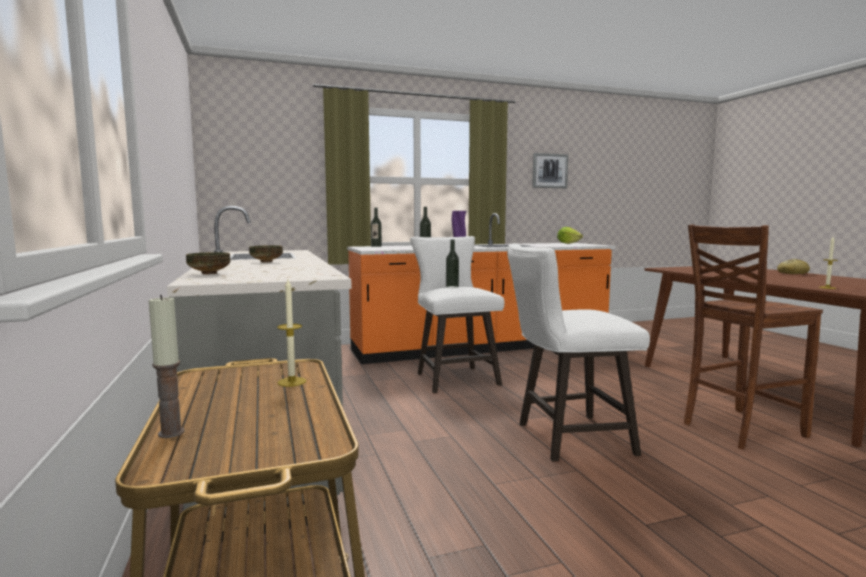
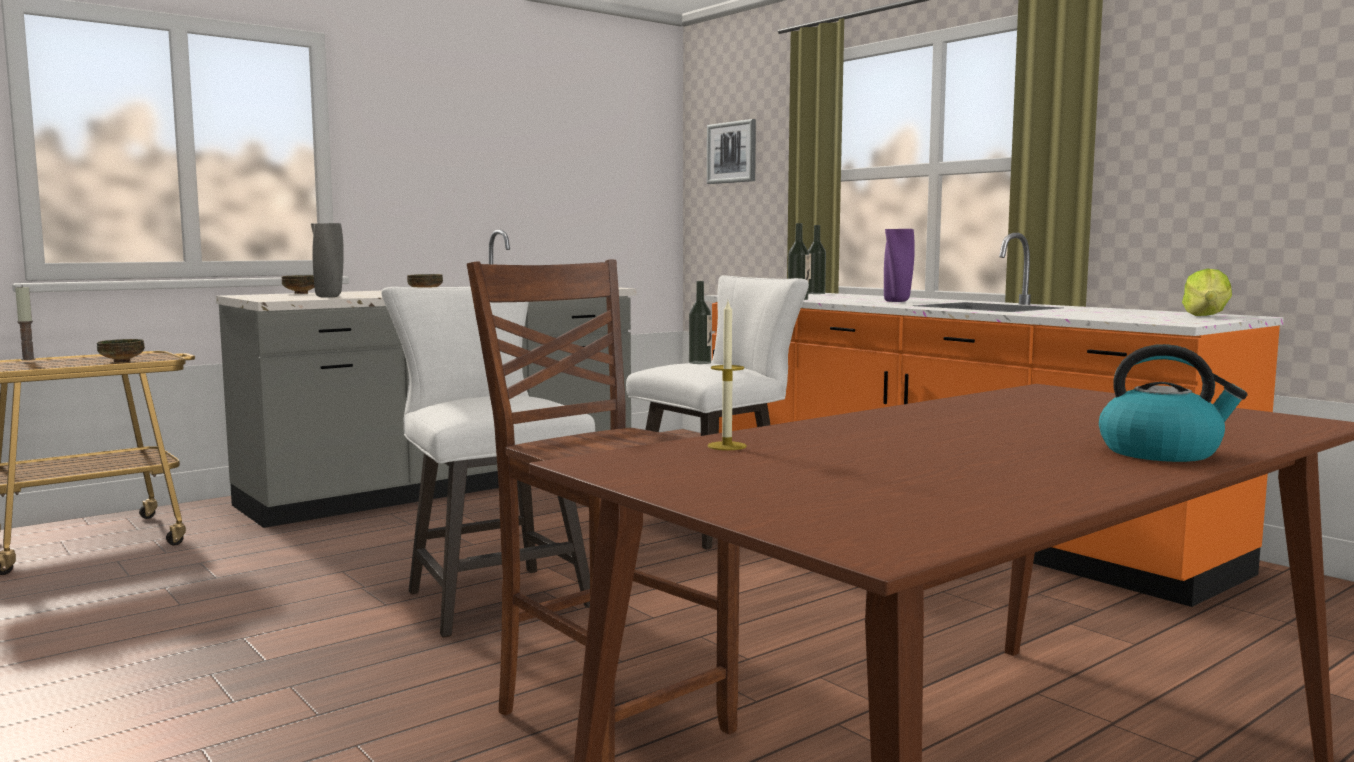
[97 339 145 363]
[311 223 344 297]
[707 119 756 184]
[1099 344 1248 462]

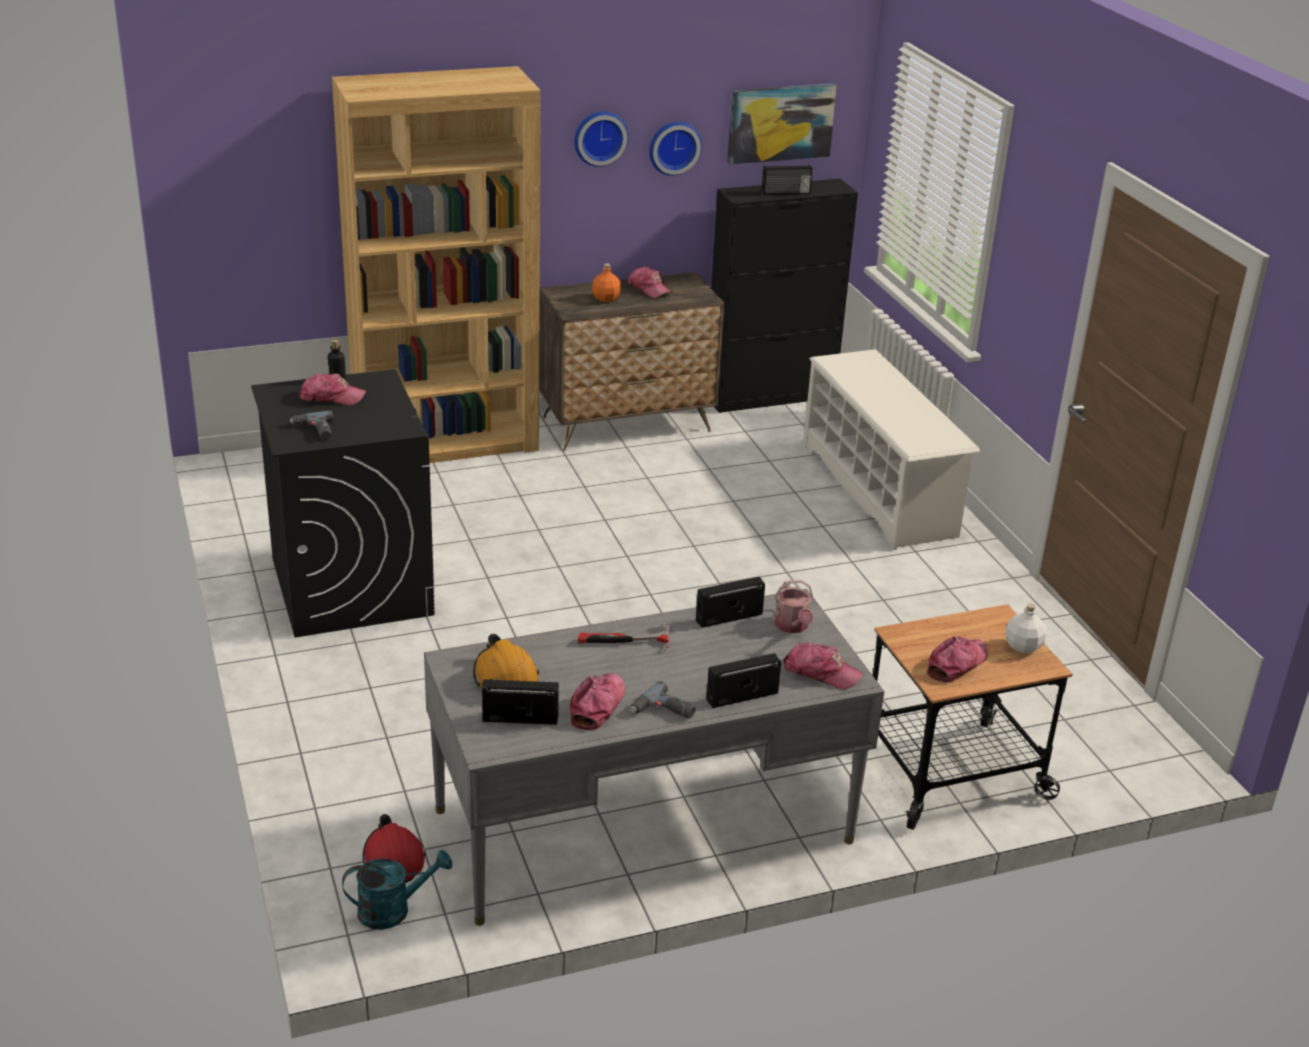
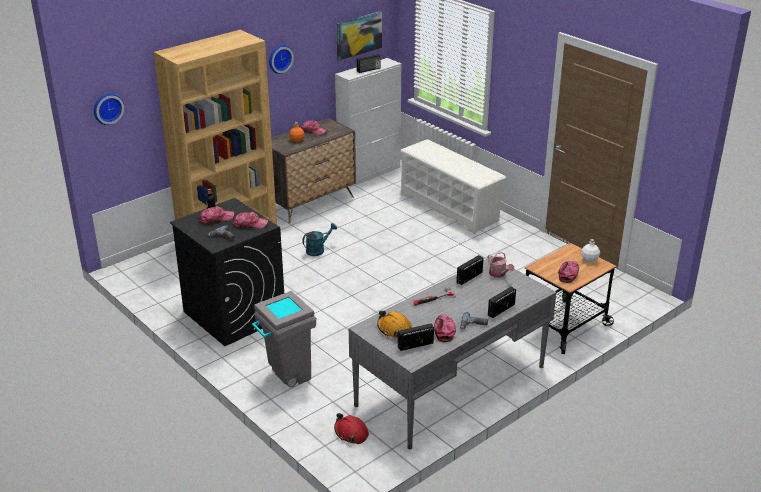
[94 93 124 125]
[233 212 268 229]
[252 291 316 387]
[302 223 337 256]
[335 58 401 187]

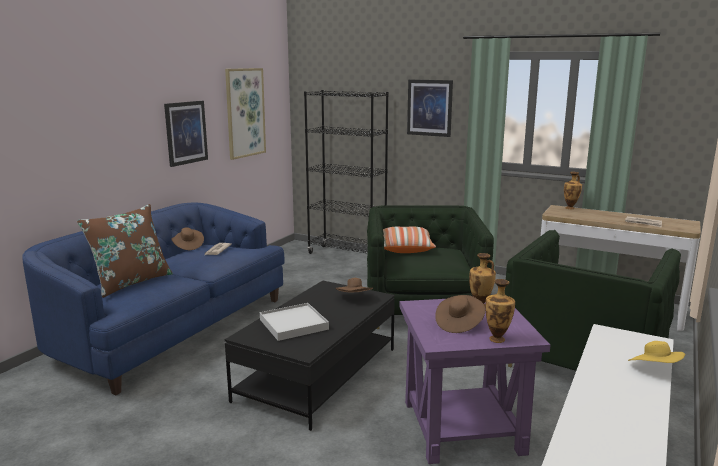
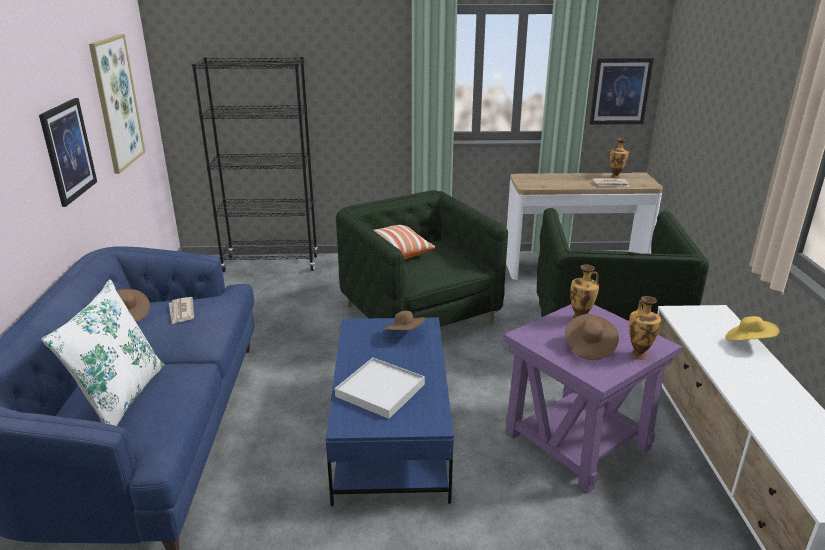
[41 280 165 426]
[326 317 454 506]
[589 58 654 124]
[610 138 629 178]

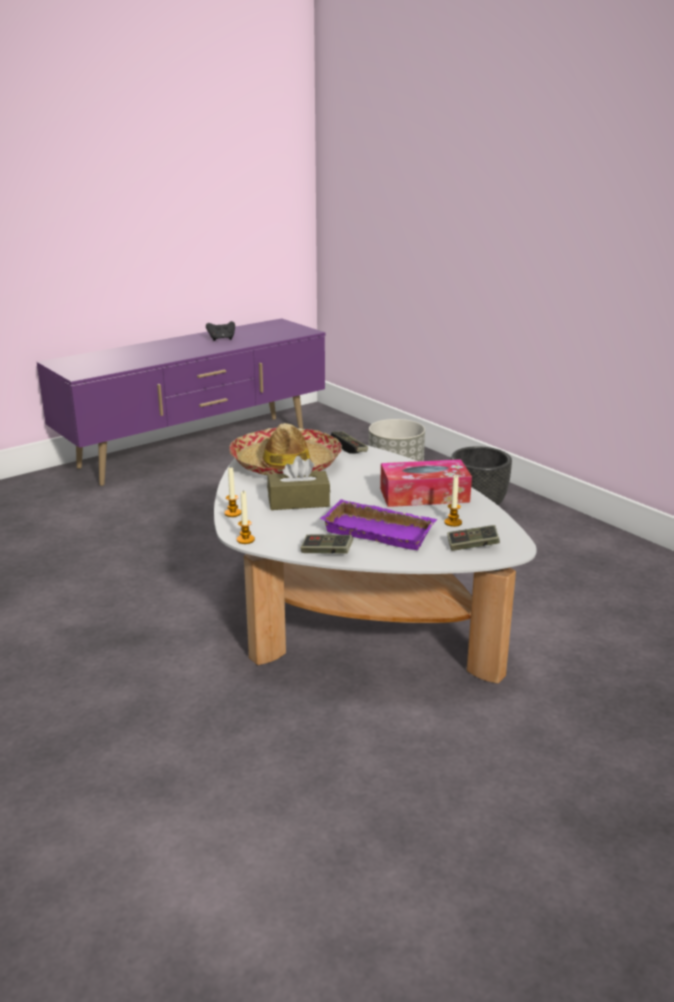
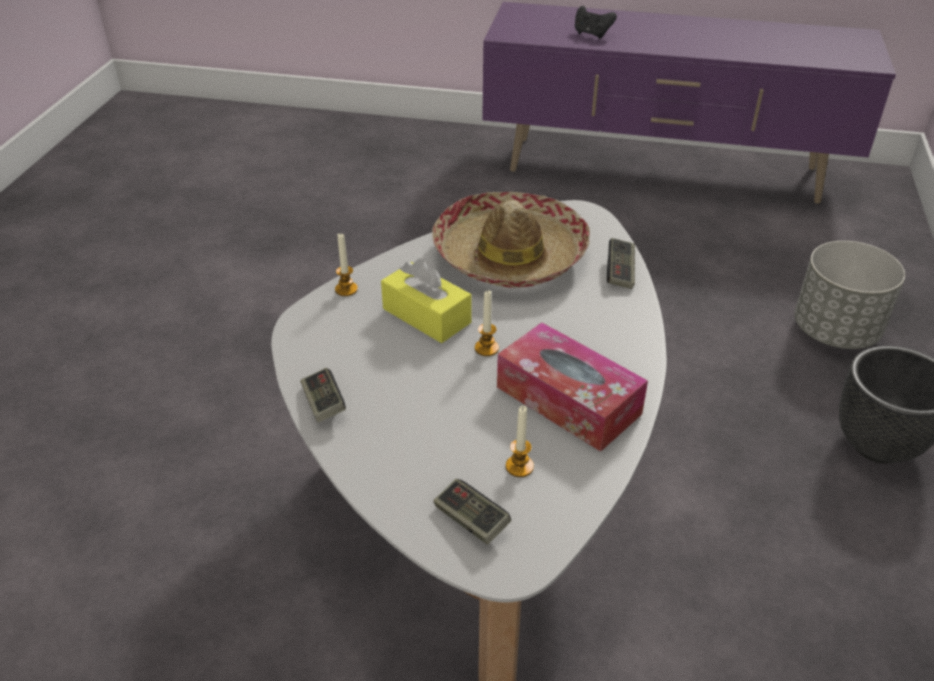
[381 258 471 343]
[475 290 499 356]
[575 6 617 39]
[320 499 438 550] (first image)

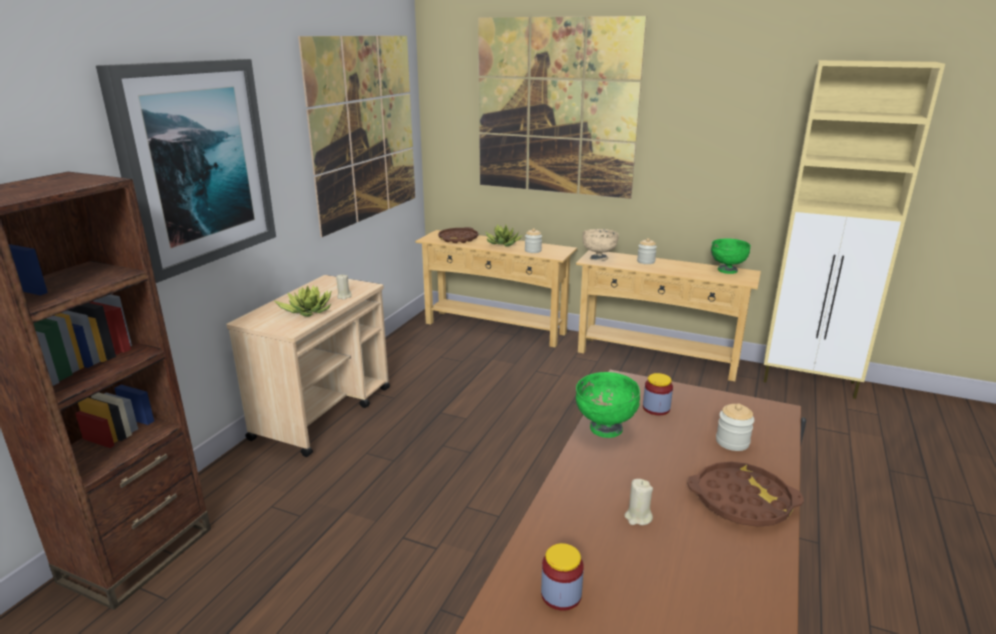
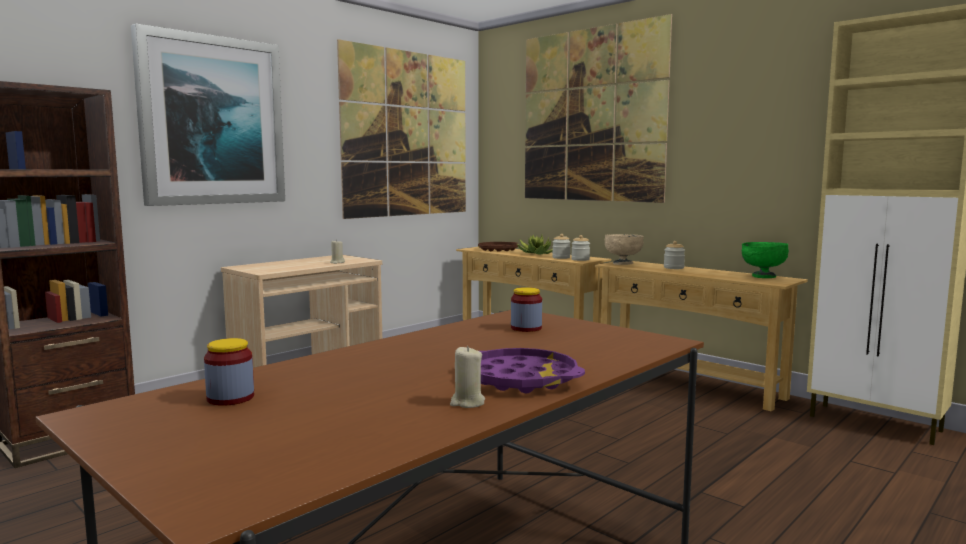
[450 346 485 408]
[480 348 585 394]
[571 235 590 261]
[273 285 332 317] (first image)
[576 372 640 438] (first image)

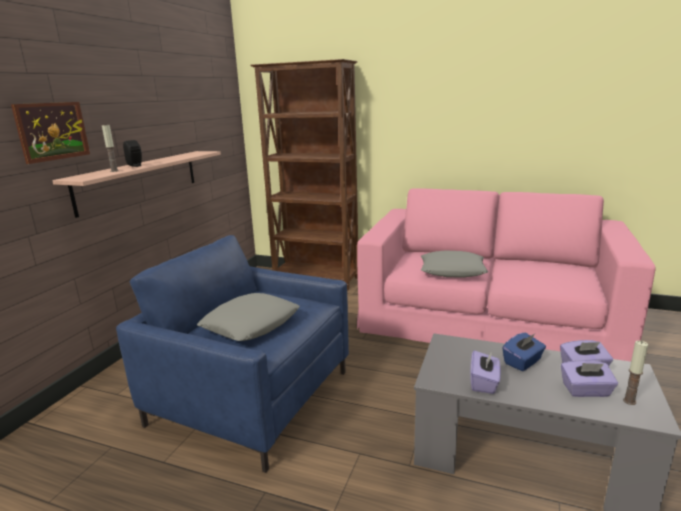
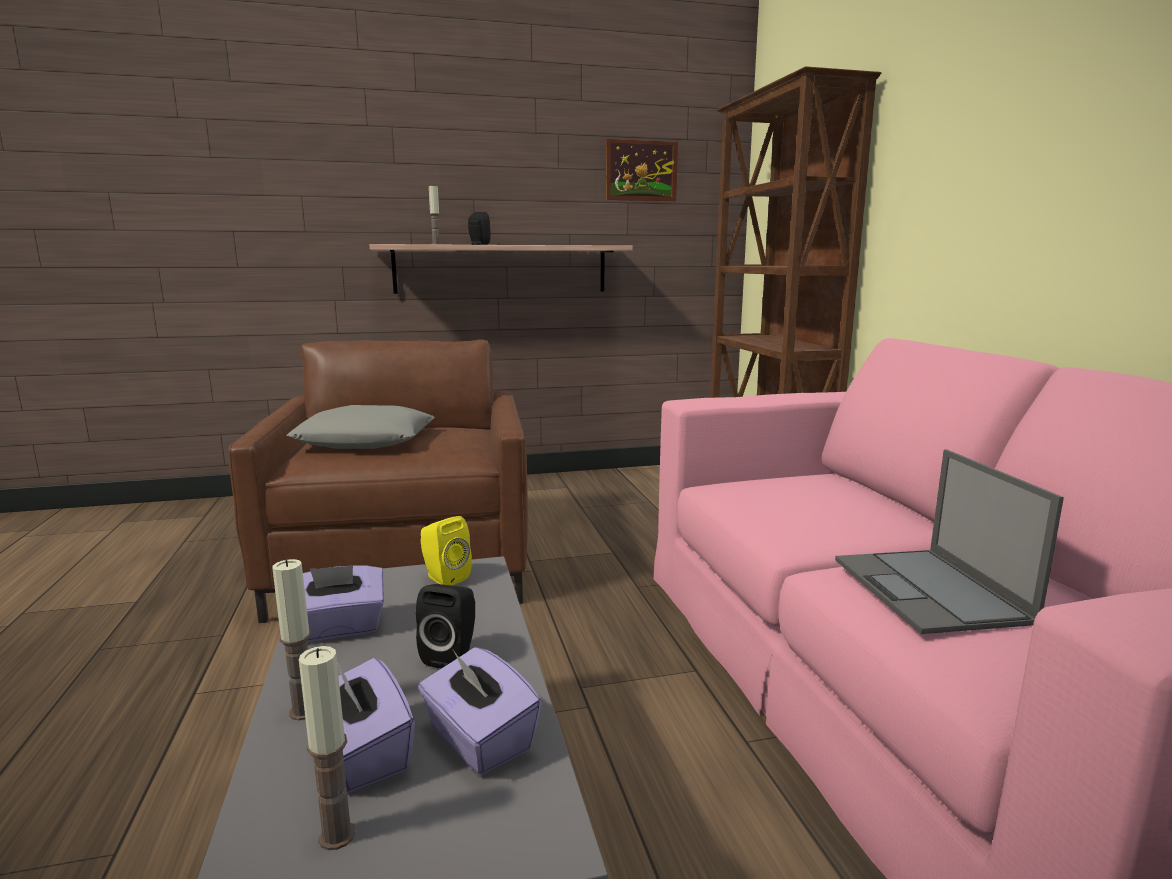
[228 339 528 623]
[272 559 311 720]
[416 584 475 668]
[421 516 472 586]
[606 139 678 201]
[835 449 1064 634]
[421 250 489 278] (first image)

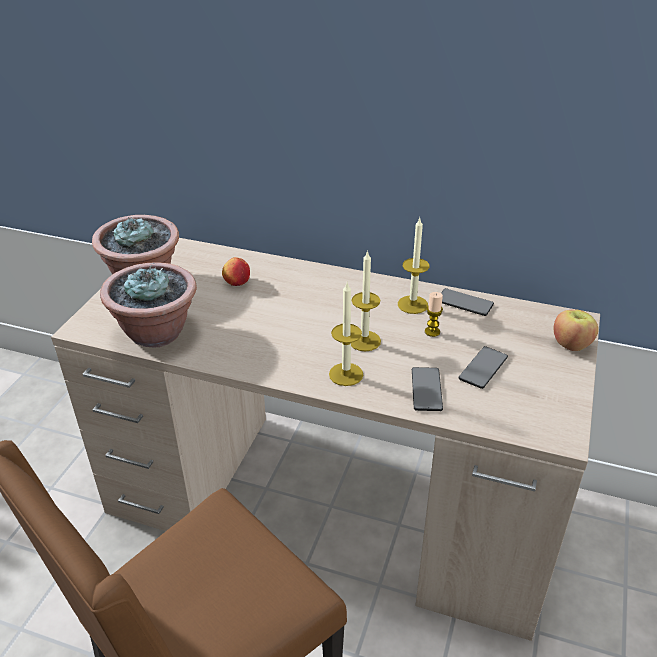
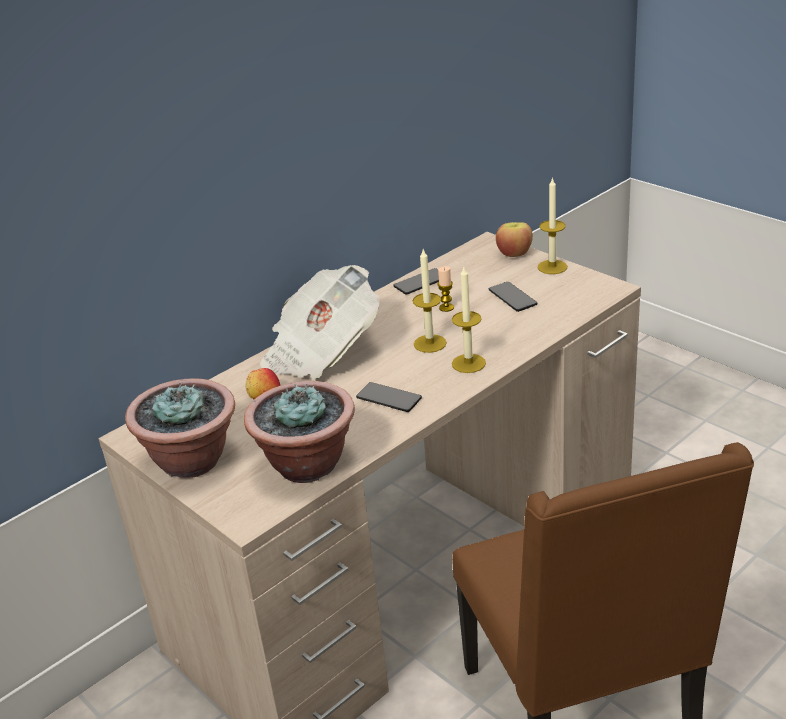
[260 265 379 379]
[356 382 422 412]
[538 177 567 274]

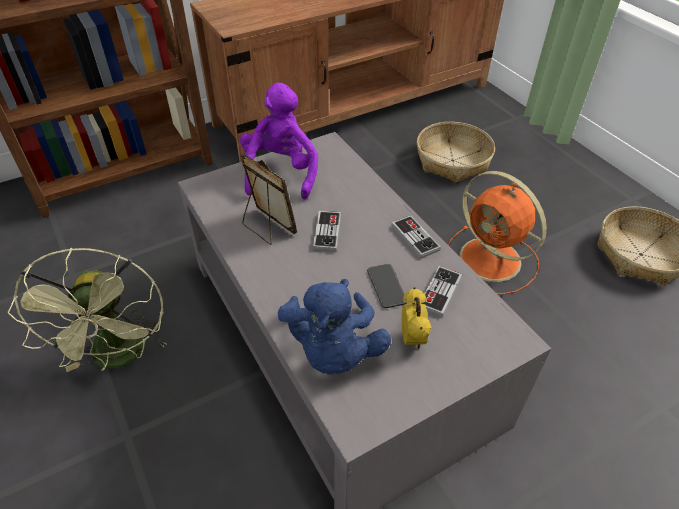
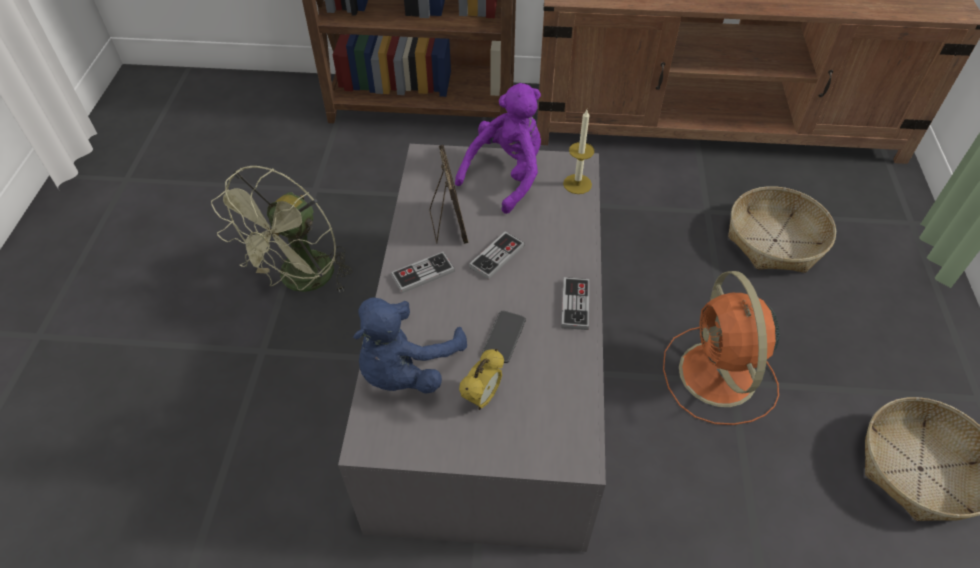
[391 252 455 293]
[563 110 594 194]

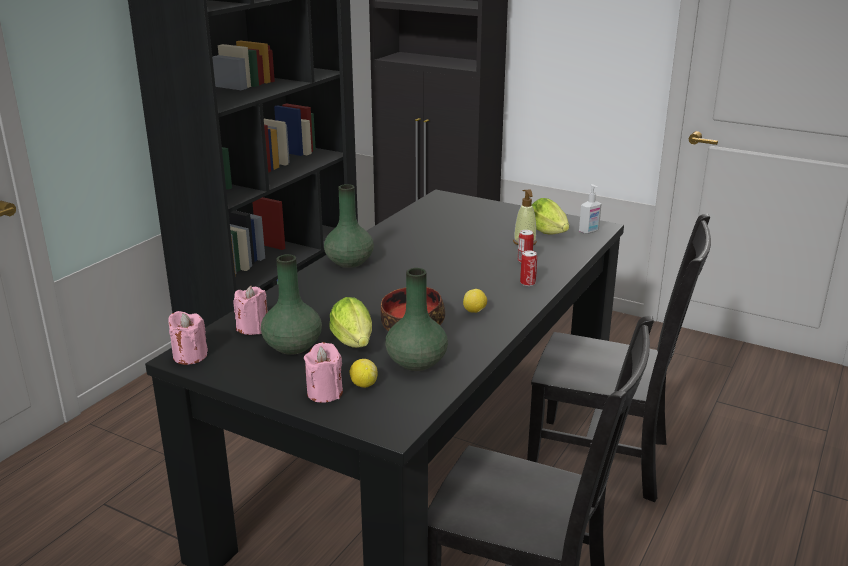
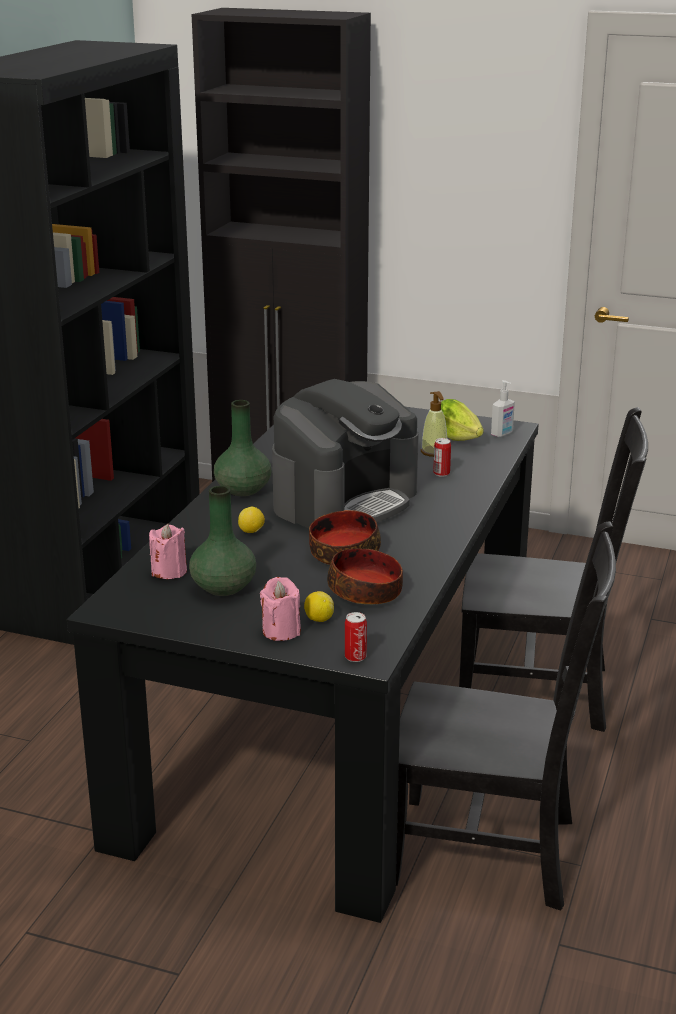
[238 507 265 533]
[272 379 419 528]
[327 548 403 604]
[345 612 367 662]
[168 311 208 365] (first image)
[329 297 372 348] (first image)

